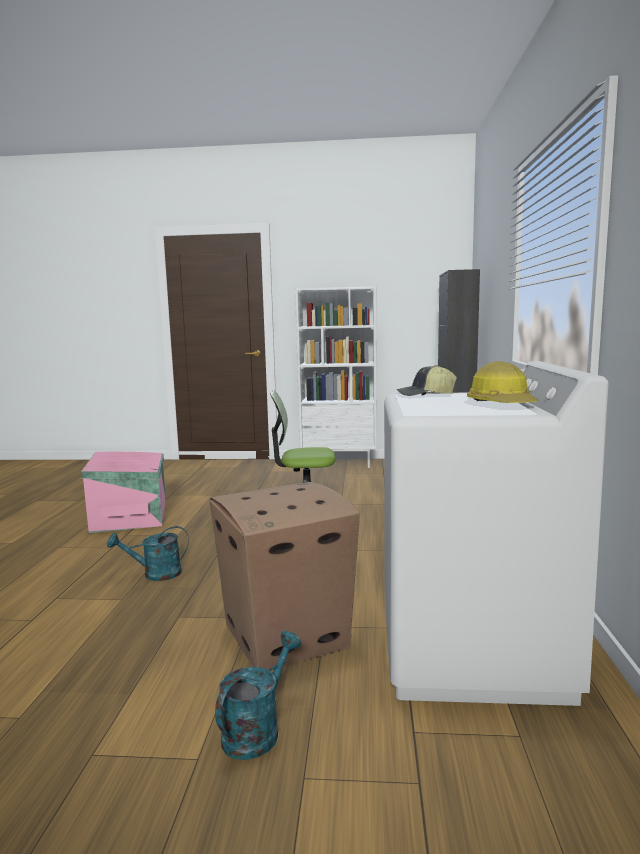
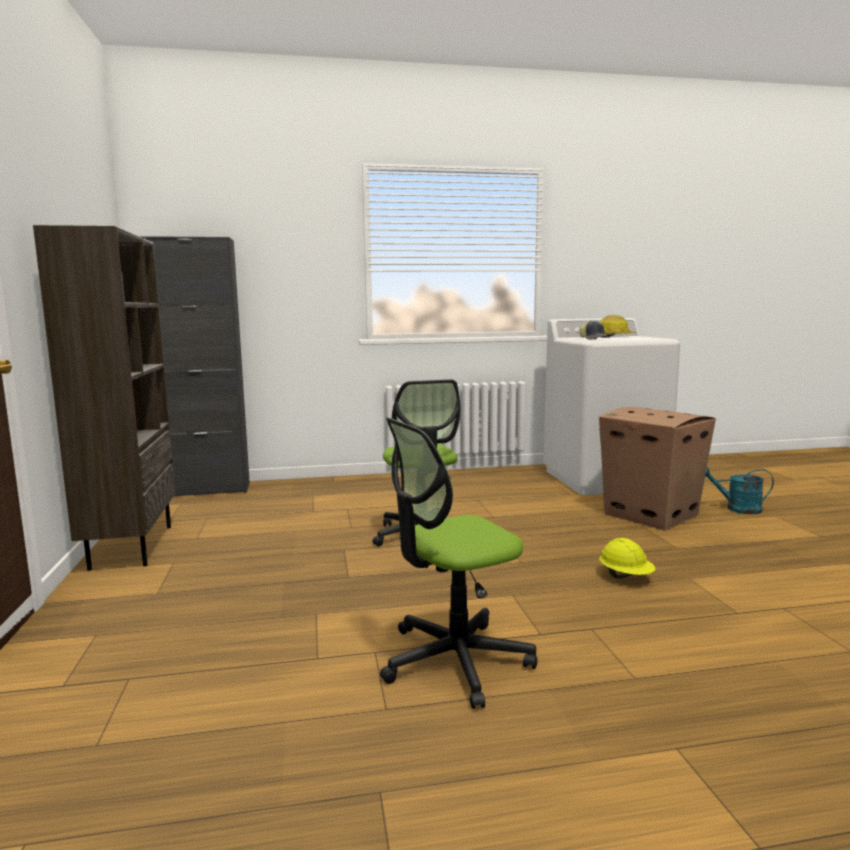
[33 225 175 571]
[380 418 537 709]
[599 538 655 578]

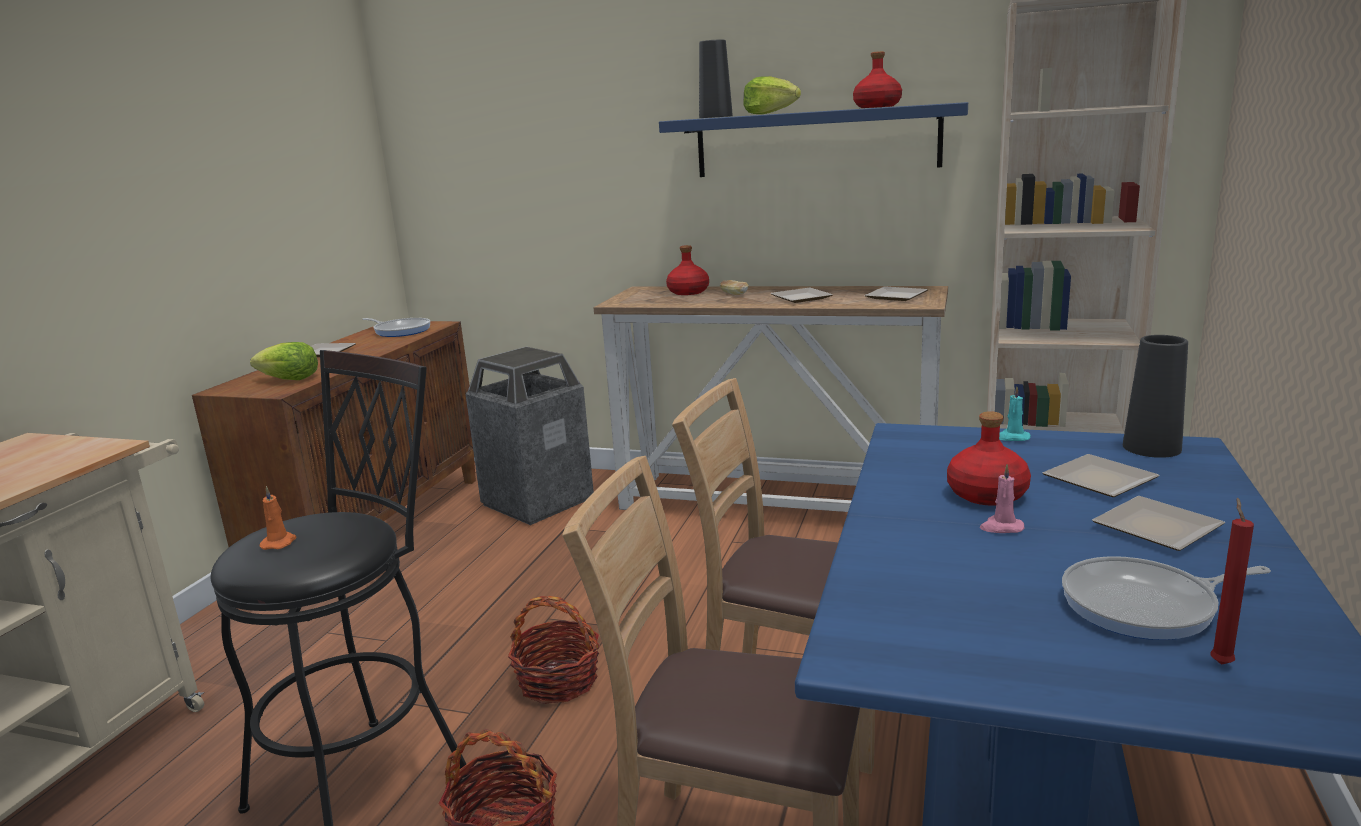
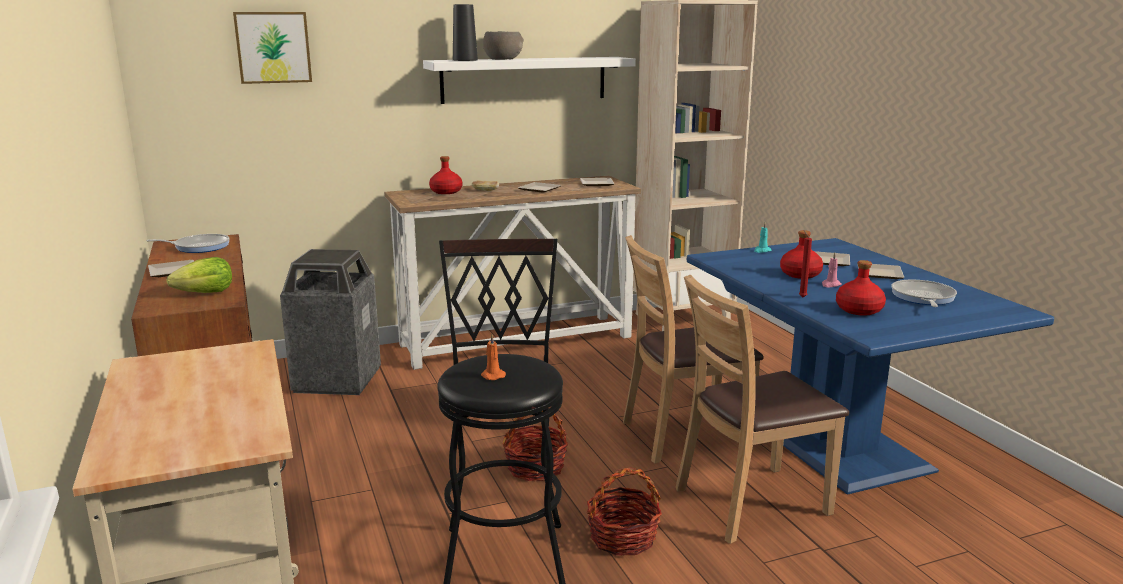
[233 12 312 84]
[423 57 636 104]
[483 31 524 60]
[799 231 812 297]
[836 260 886 316]
[891 280 957 307]
[1123 335 1188 458] (first image)

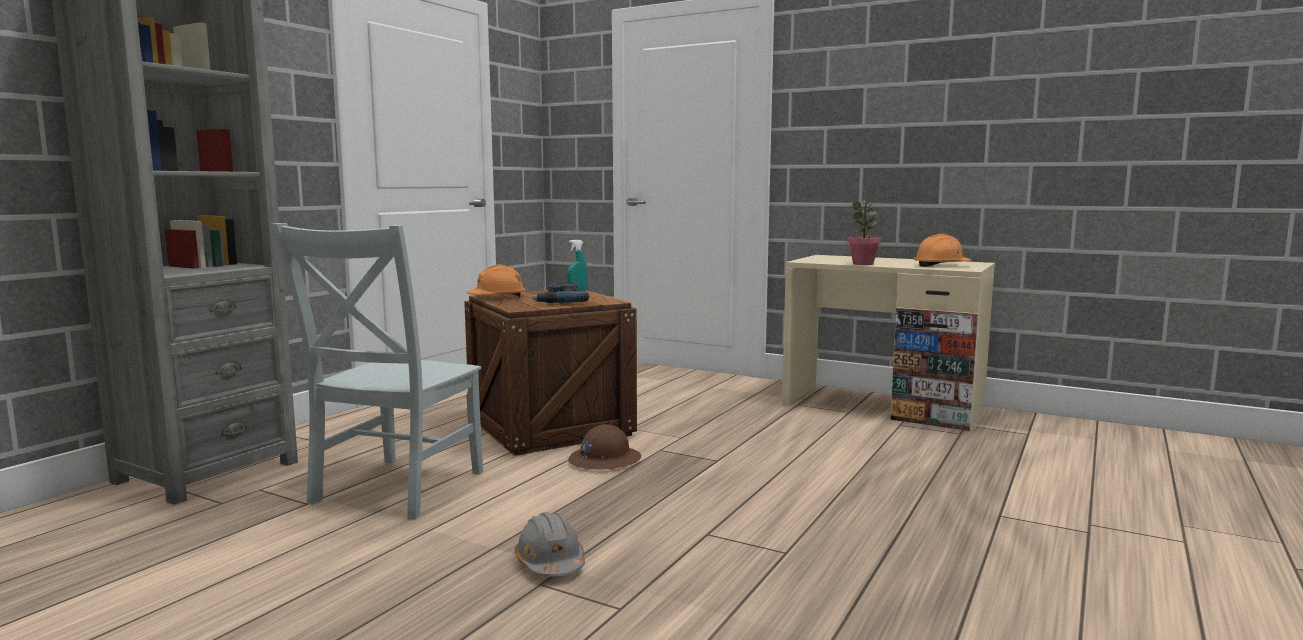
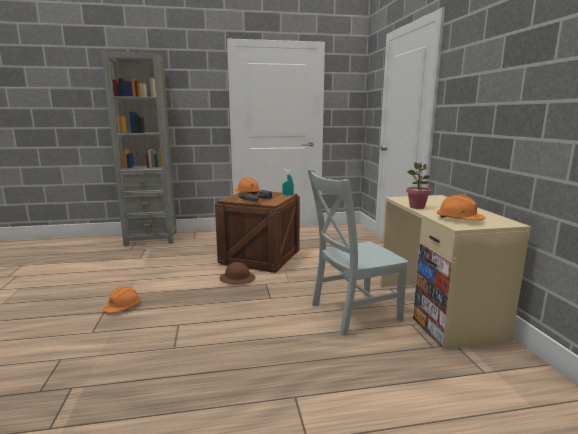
[103 286 140 313]
[308 169 409 335]

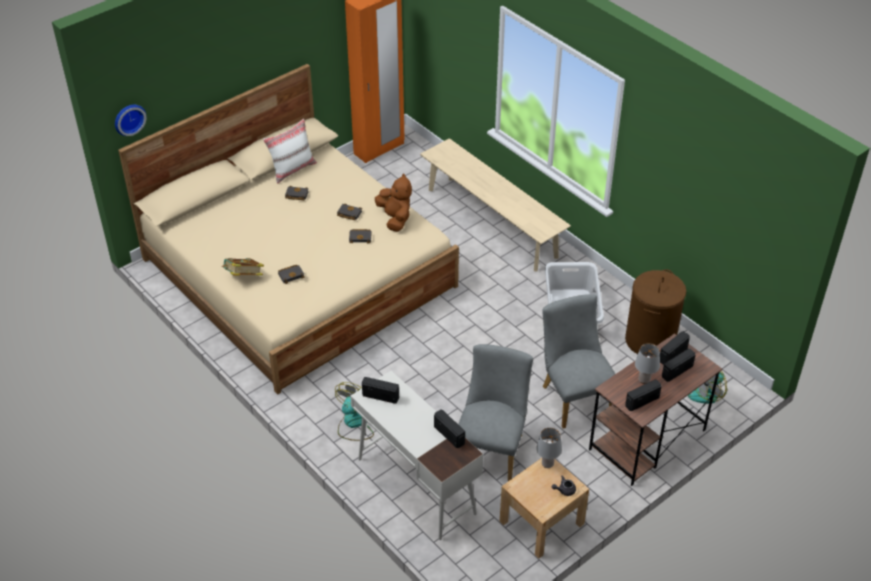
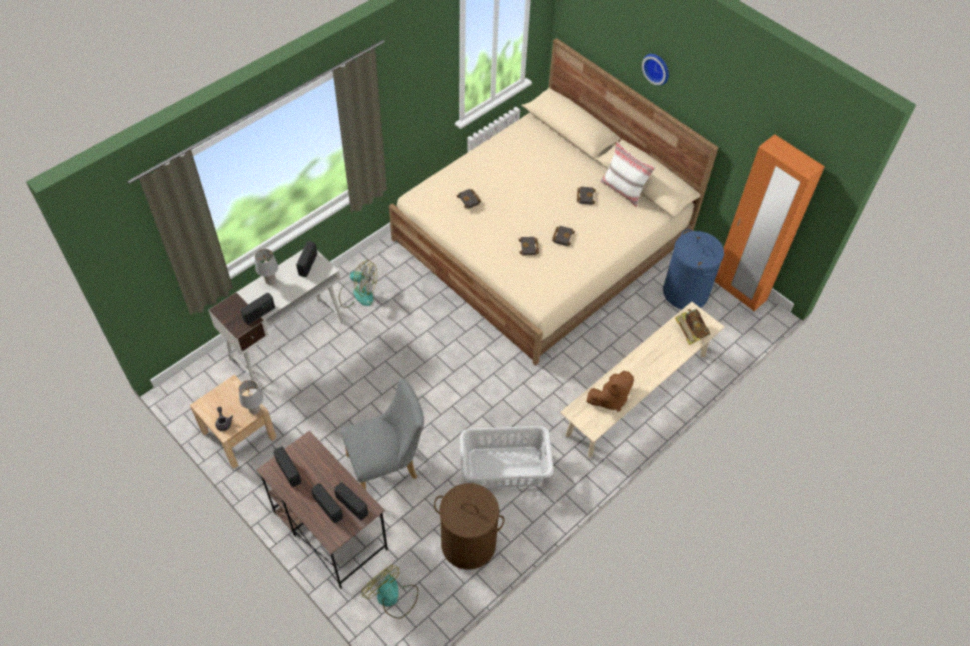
[255 249 278 284]
[587 371 634 411]
[642 54 669 85]
[663 229 724 309]
[675 309 710 345]
[458 344 533 481] (first image)

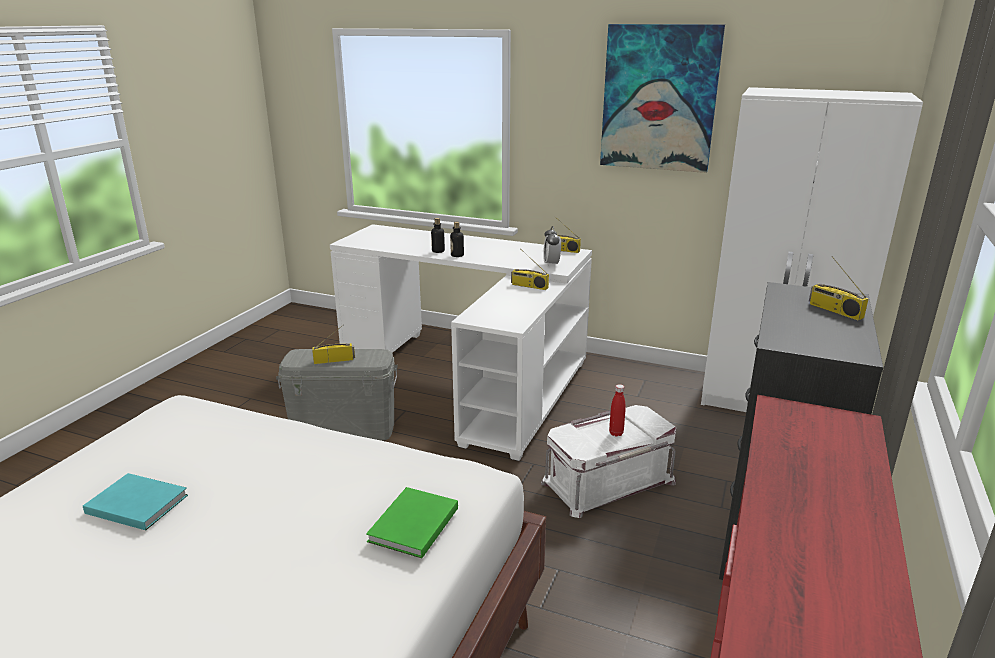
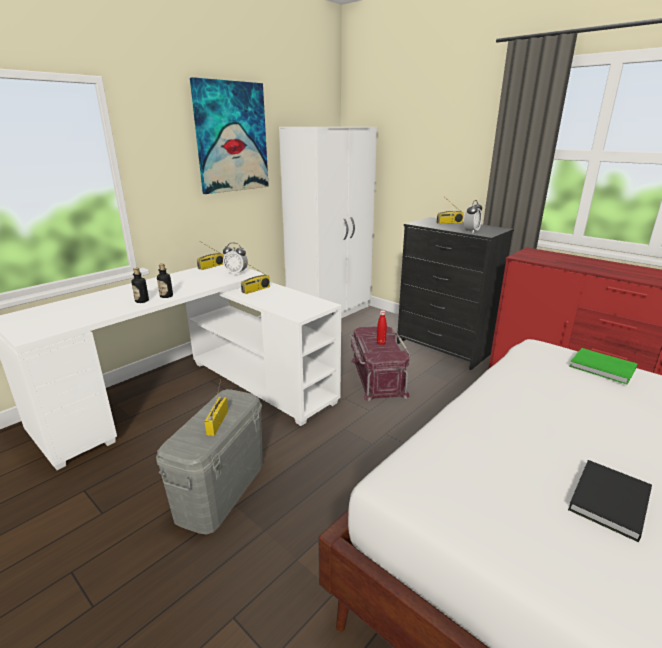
[350 326 411 401]
[464 200 482 234]
[568 460 652 542]

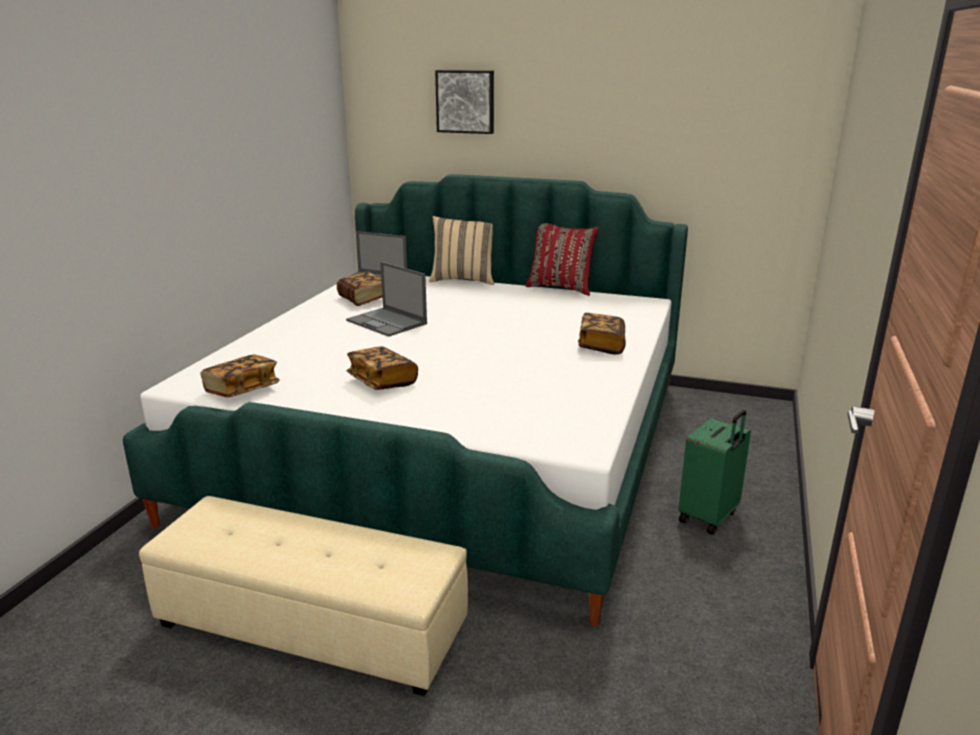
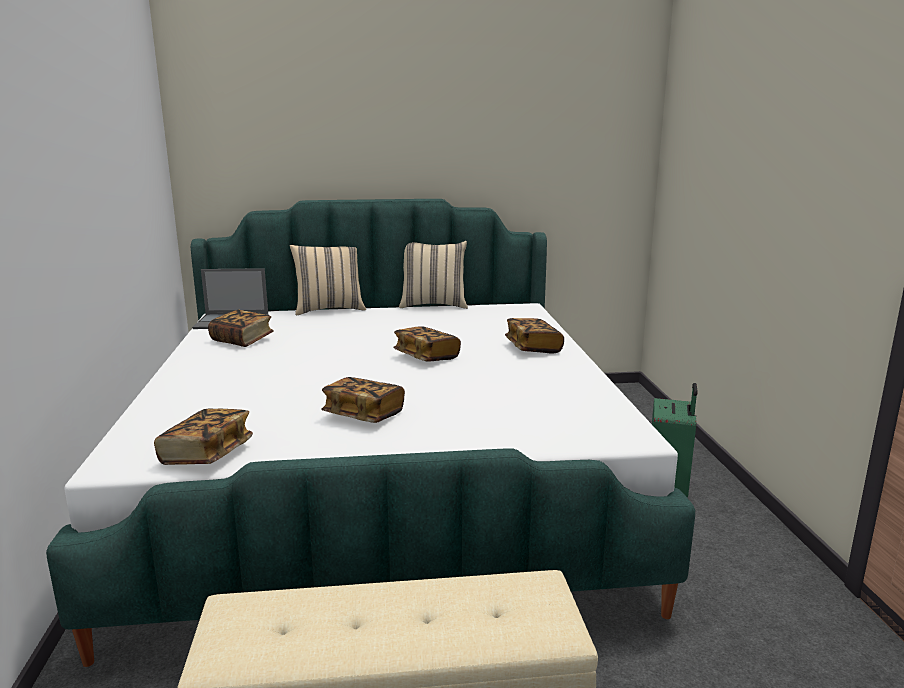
[393 326 461 362]
[399 241 468 309]
[346 262 427 337] (first image)
[435 70 494 134] (first image)

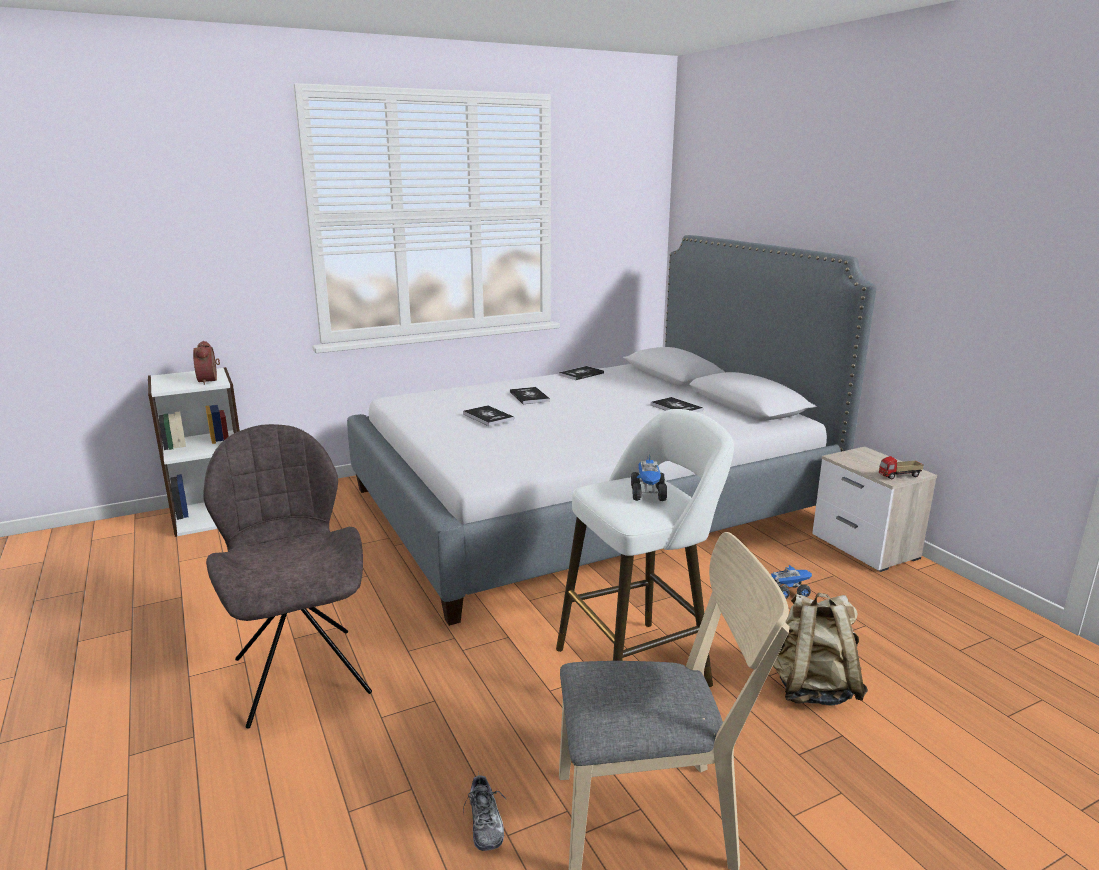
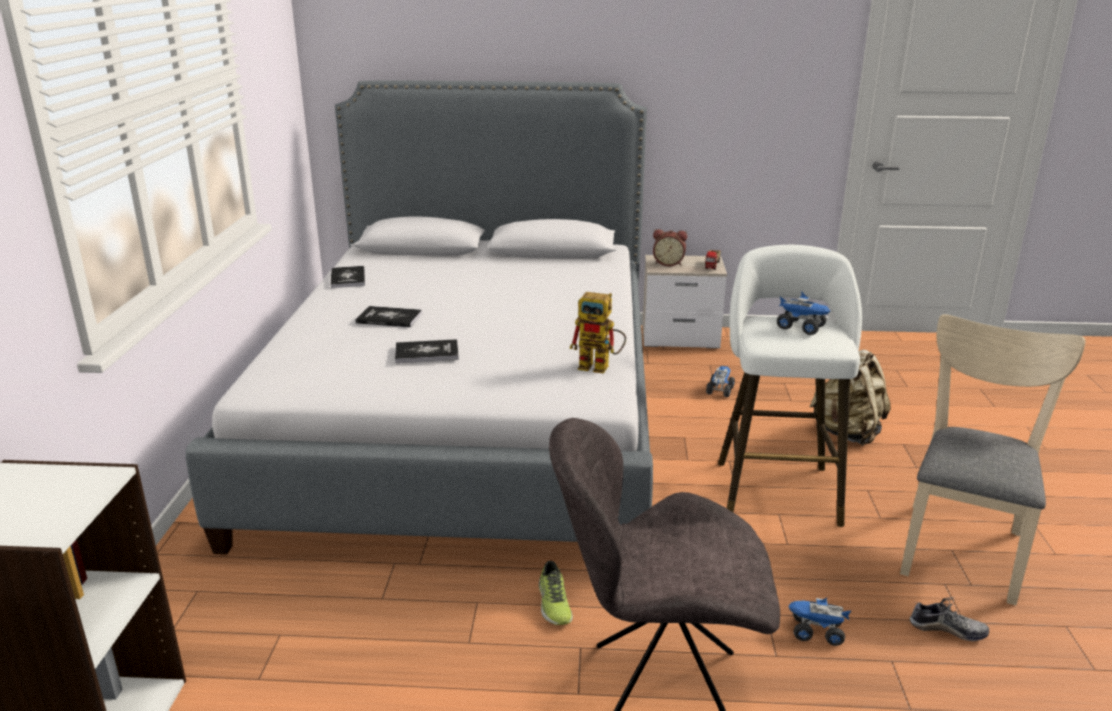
[539 561 573 625]
[569 292 626 374]
[653 229 687 266]
[788 598 852 646]
[651 397 703 412] (first image)

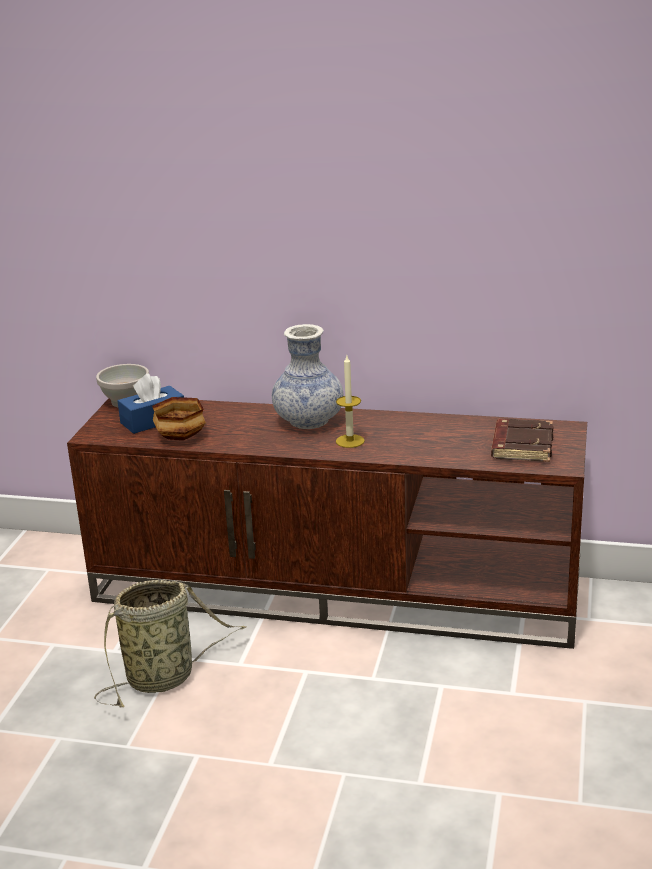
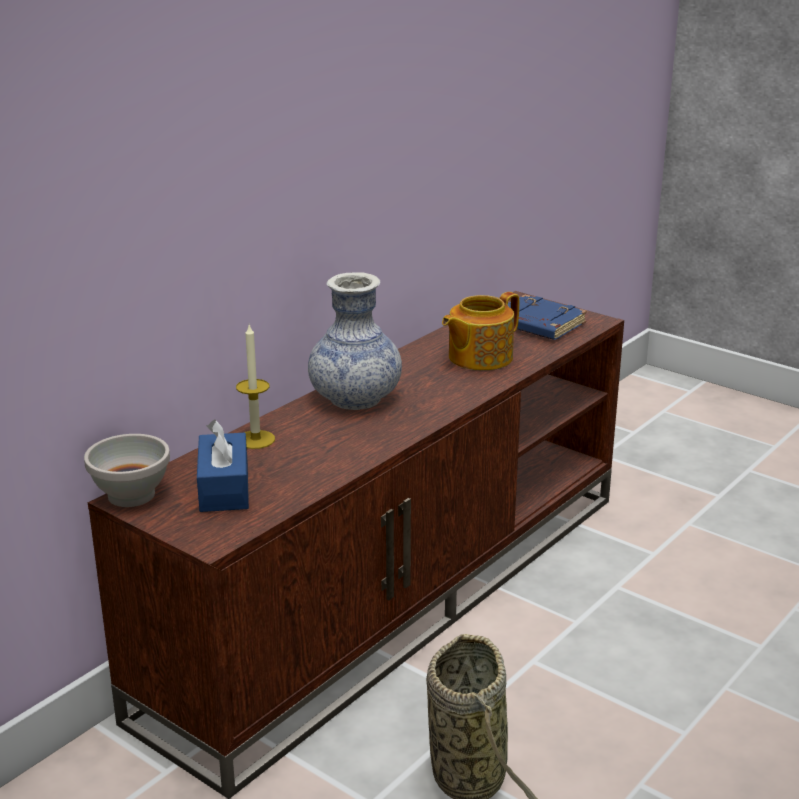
[236 325 275 449]
[442 292 519 370]
[508 294 587 340]
[152 397 206 440] (first image)

